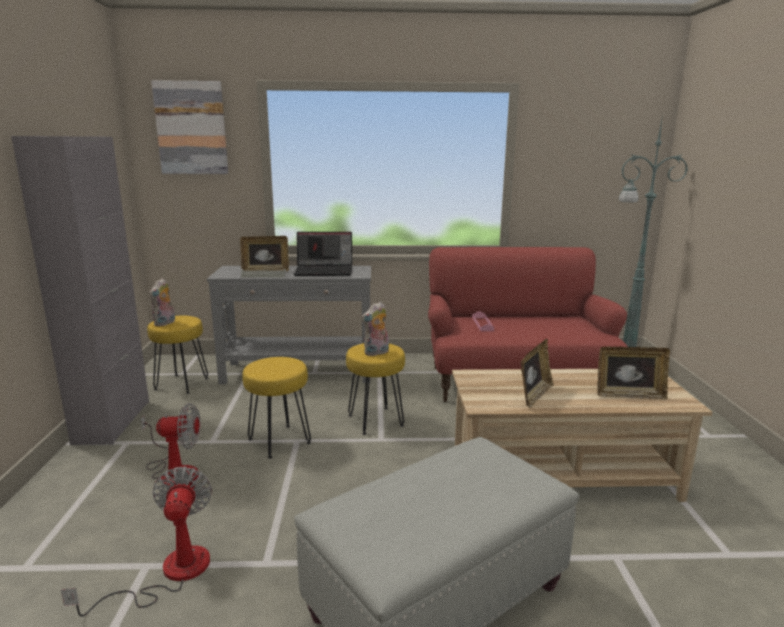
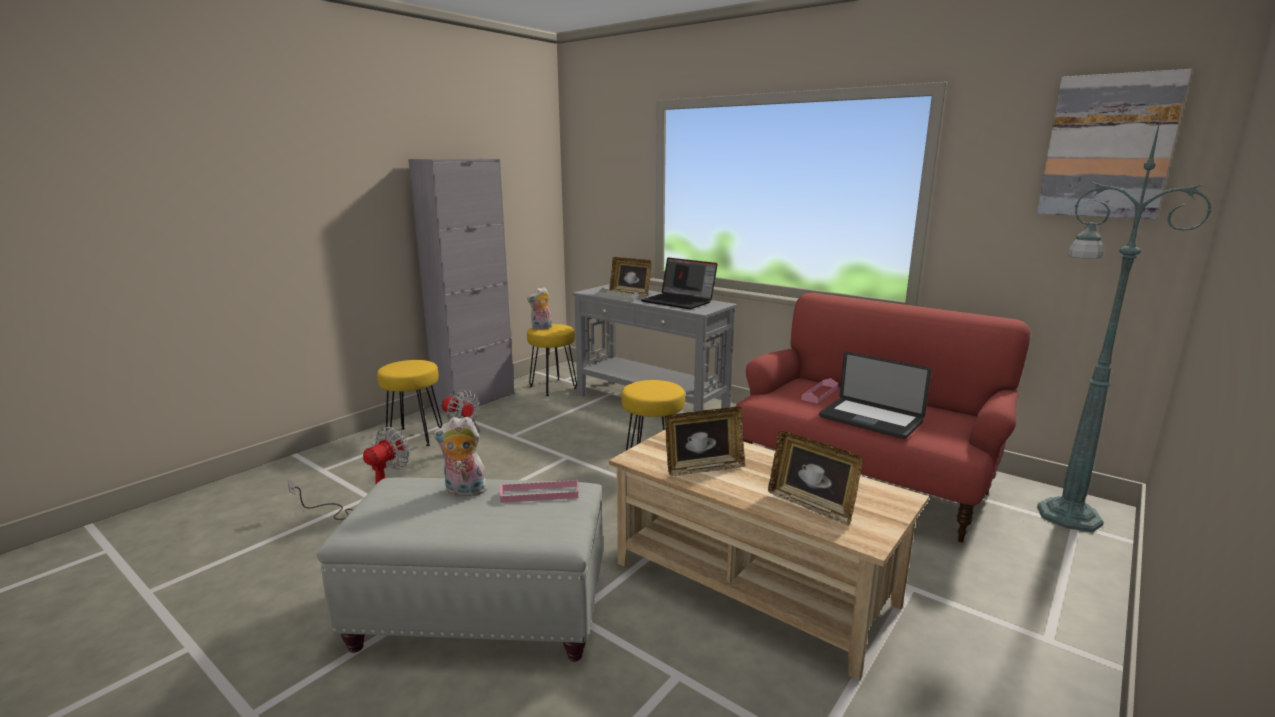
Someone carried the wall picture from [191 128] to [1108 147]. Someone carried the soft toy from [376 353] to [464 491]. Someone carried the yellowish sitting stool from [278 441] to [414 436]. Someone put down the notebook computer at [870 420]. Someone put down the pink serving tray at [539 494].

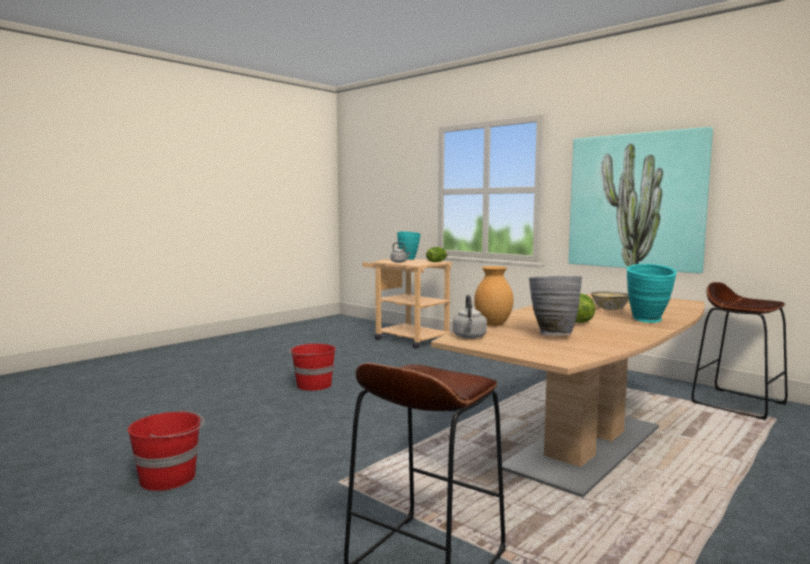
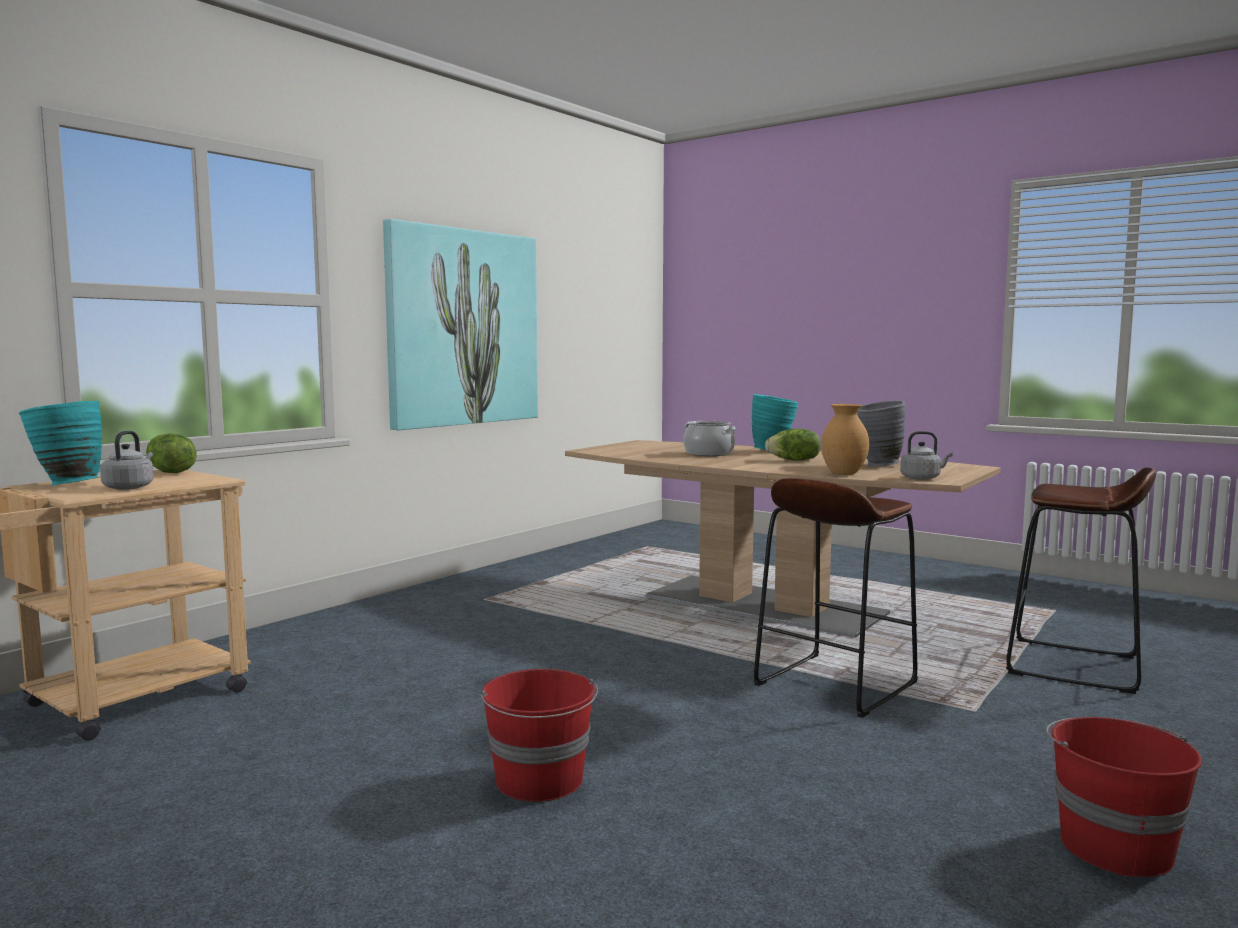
Someone carried the brown-coloured sitting stool from [738 403] to [834 684]. Someone swapped the serving bowl at [609 309] for the cooking pot at [708 453].

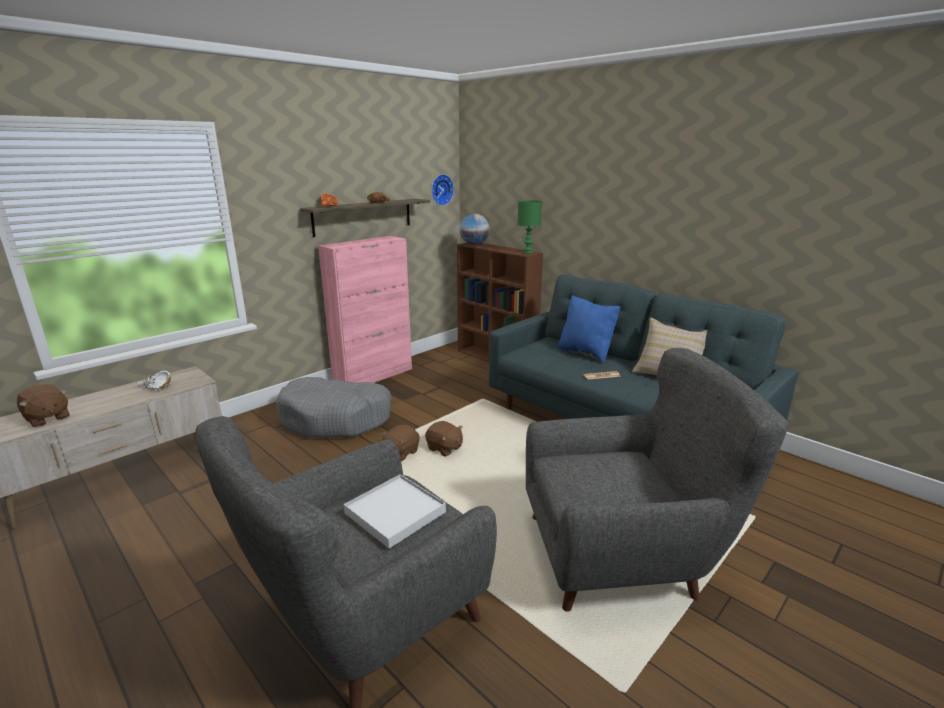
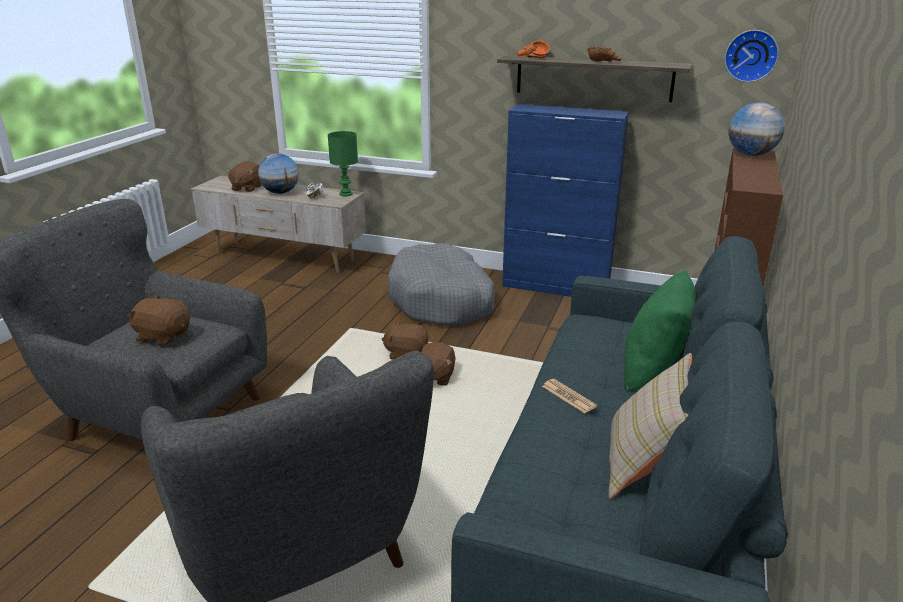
Someone carried the green-coloured tabletop lamp from [528 252] to [346 194]. Someone repainted the pink cupboard at [374 376], which became the blue-coloured cupboard at [556 287]. Someone repainted the blue-coloured cushion at [585 353], which became the green-coloured cushion at [653 371]. Someone swapped the whitish serving tray at [395 512] for the brown-coloured soft toy at [163 336]. Someone put down the world globe at [280 192].

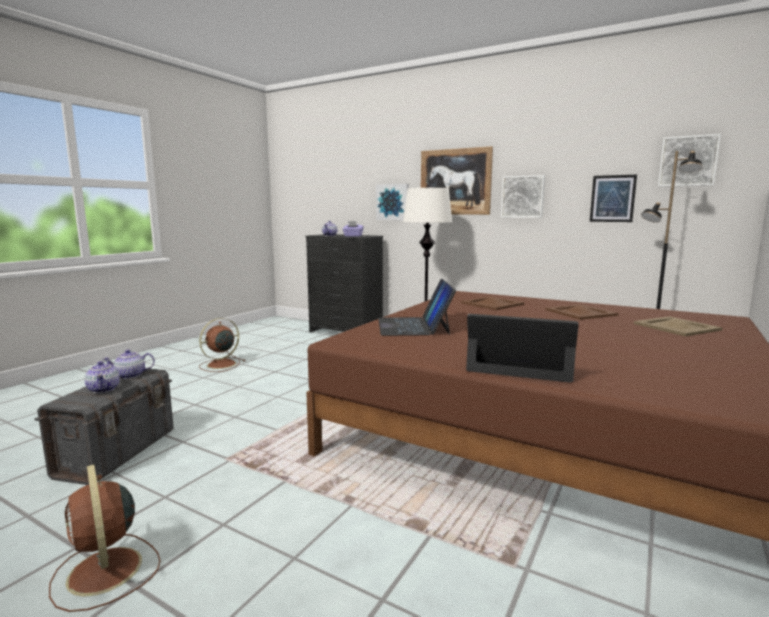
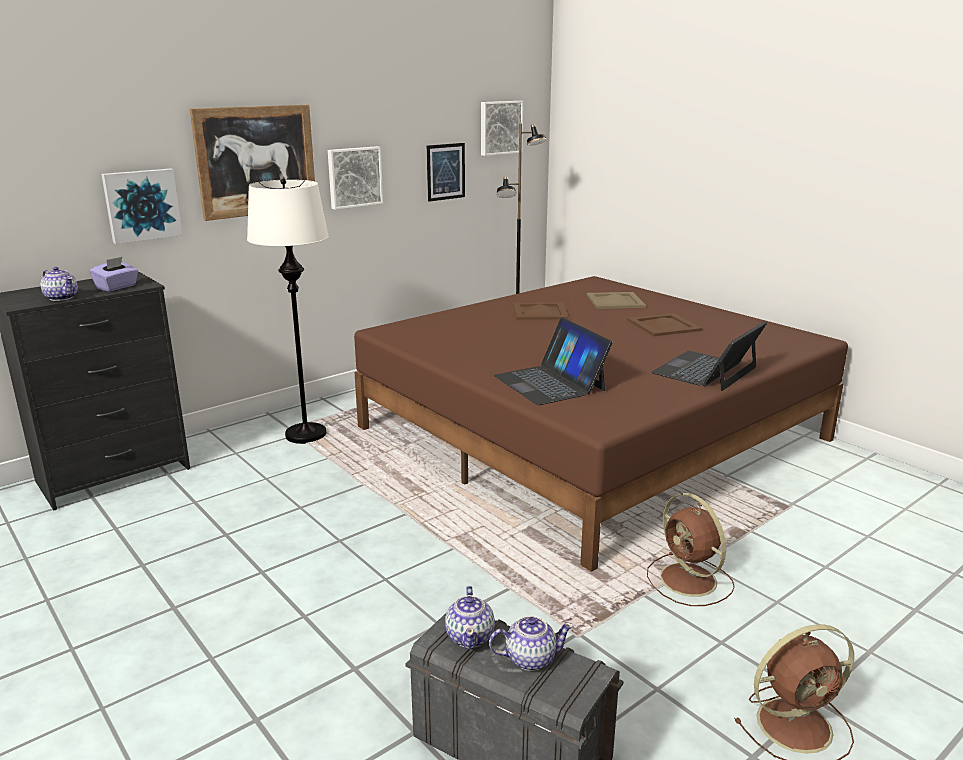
Someone rotated the notebook computer at [413 326] by 45 degrees clockwise. Someone carried the brown-coloured serving tray from [491 303] to [663 325]. Someone carried the brown-coloured fan from [220 365] to [690 581].

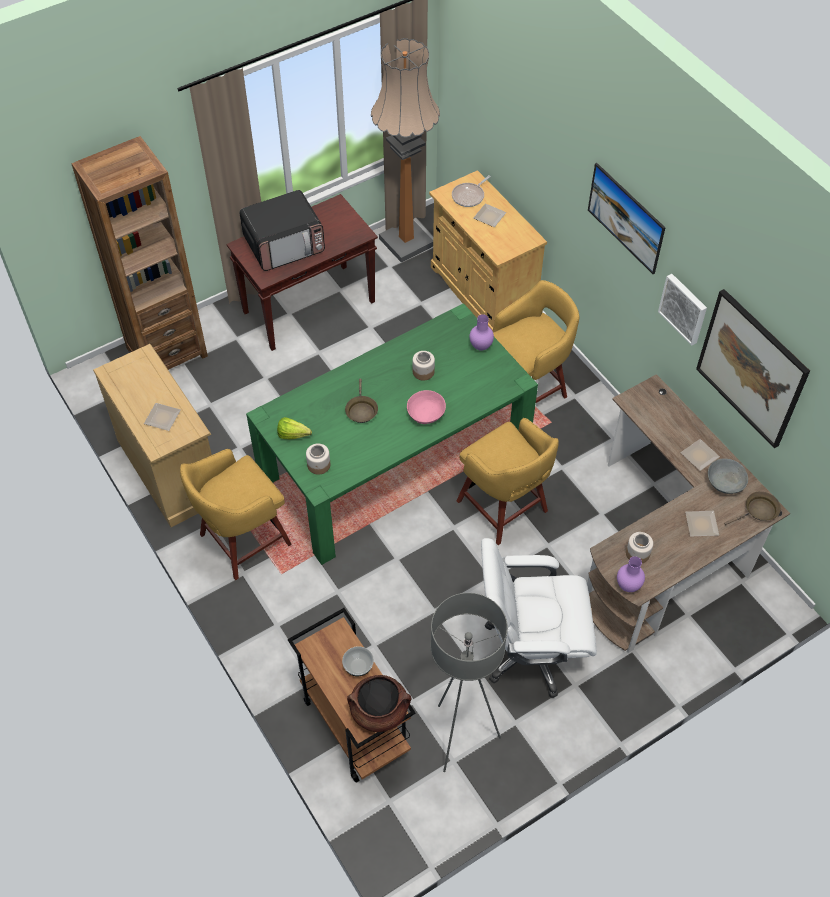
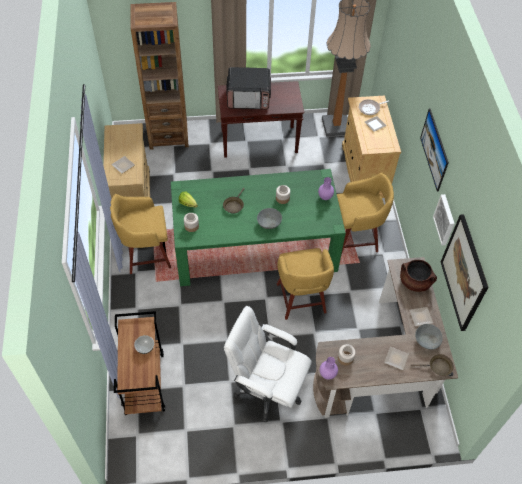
Someone repainted the pink serving bowl at [426 413], which became the grey serving bowl at [269 222]. Someone took away the grey standing lamp at [460 736]. Someone carried the brown-coloured cooking pot from [379 711] to [415 282].

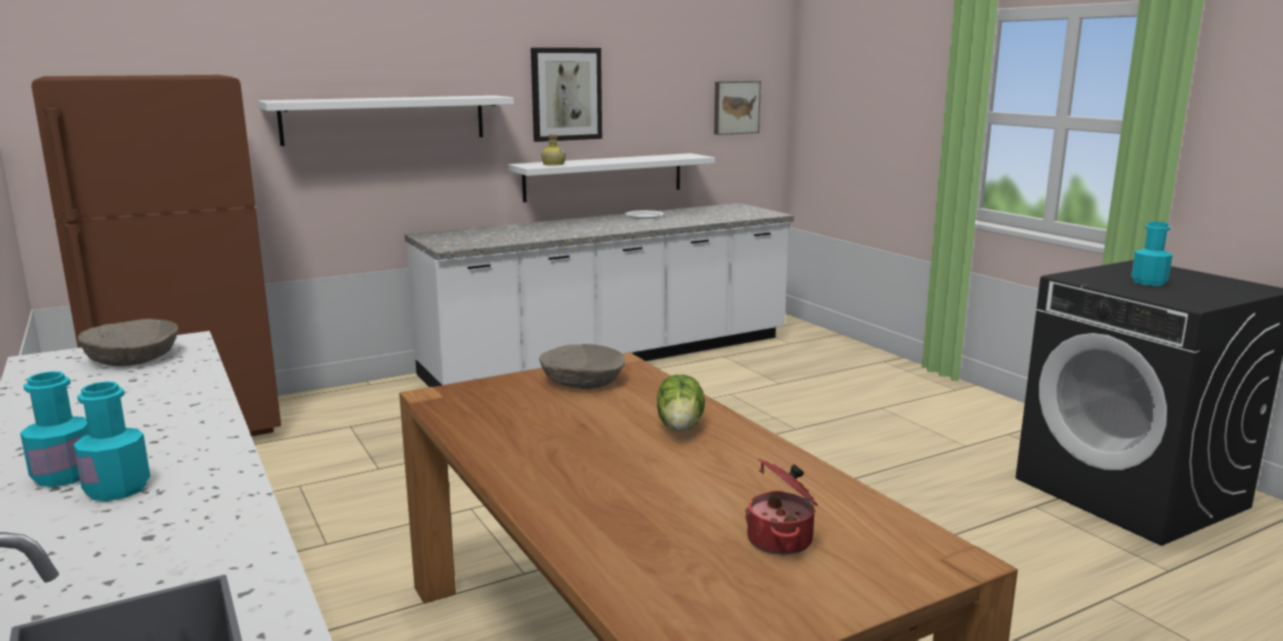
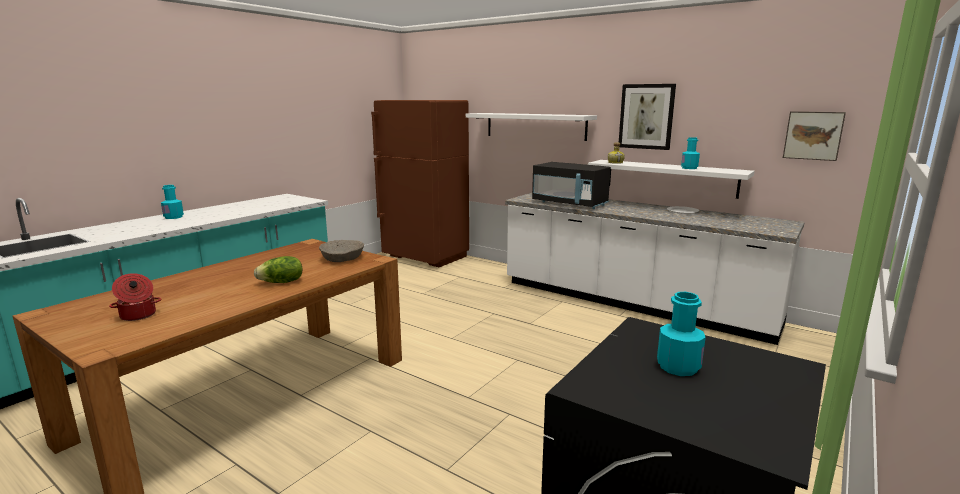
Someone took away the sand-coloured serving bowl at [132 357]. Someone carried the turquoise-coloured beverage bottle from [117 489] to [689 168]. Someone put down the blackish kitchen microwave at [569 204].

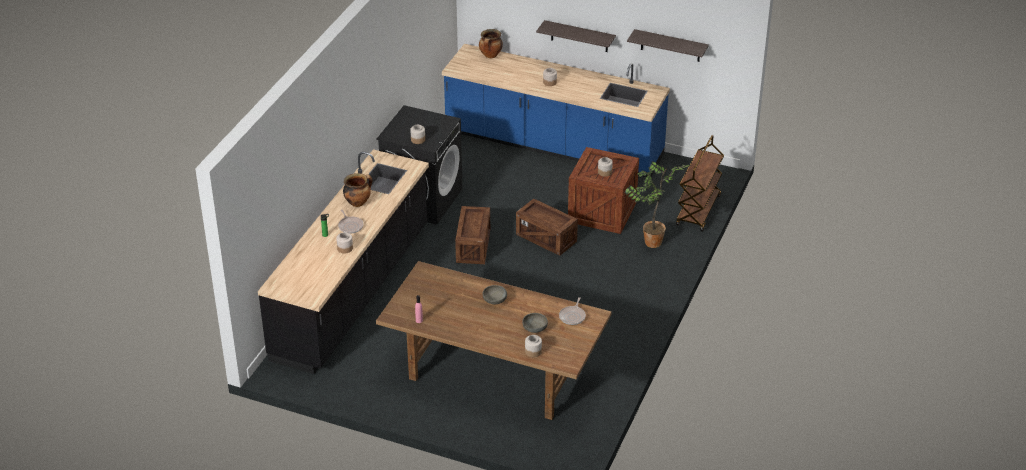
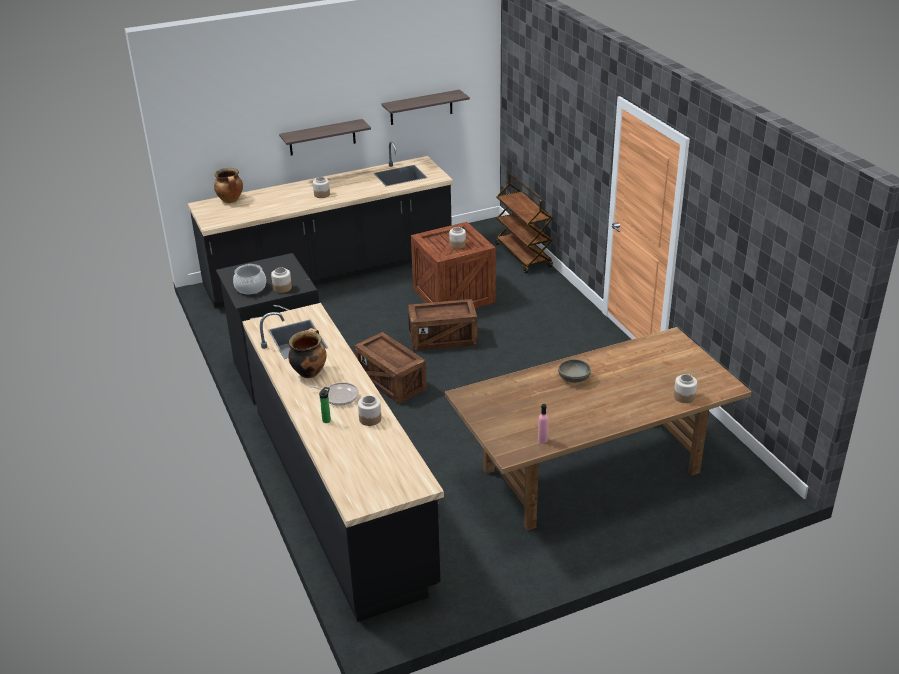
Someone repainted the blue-coloured counter at [553 145], which became the blackish counter at [330 271]. Someone took away the houseplant at [651 244]. Someone took away the frying pan at [572 316]. Someone took away the grey serving bowl at [534 328]. Someone put down the cooking pot at [251 288].

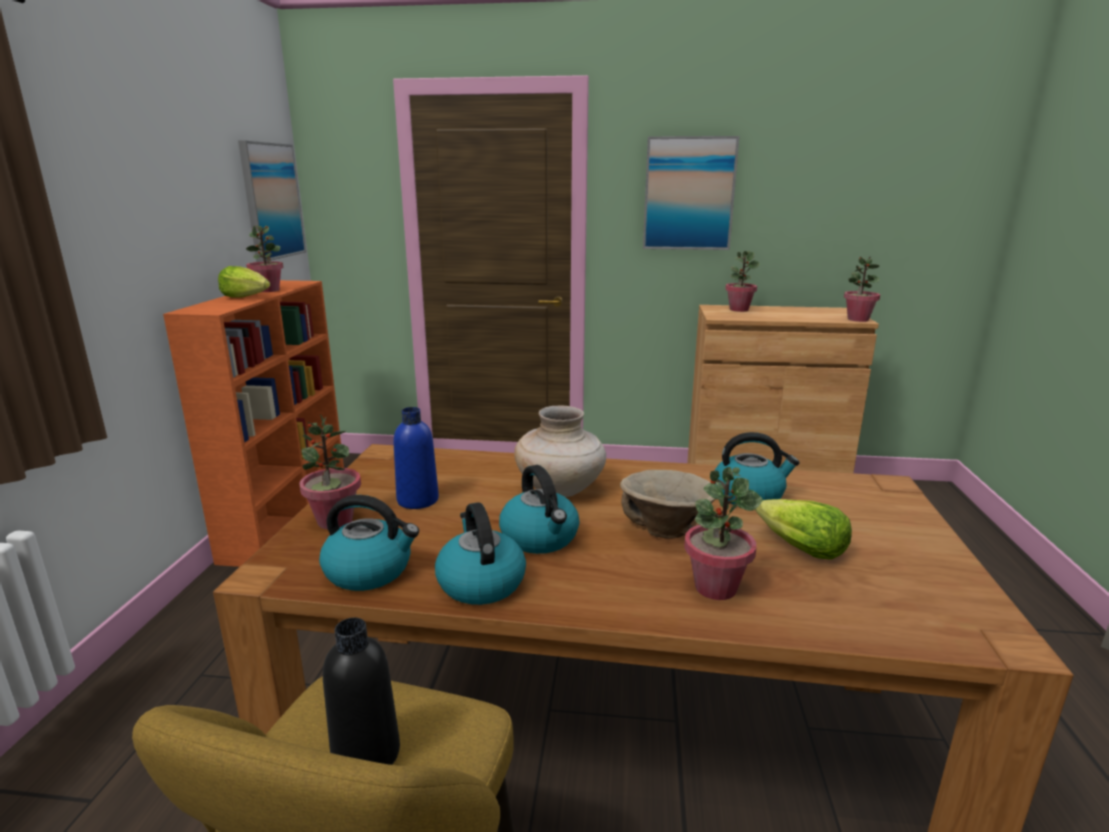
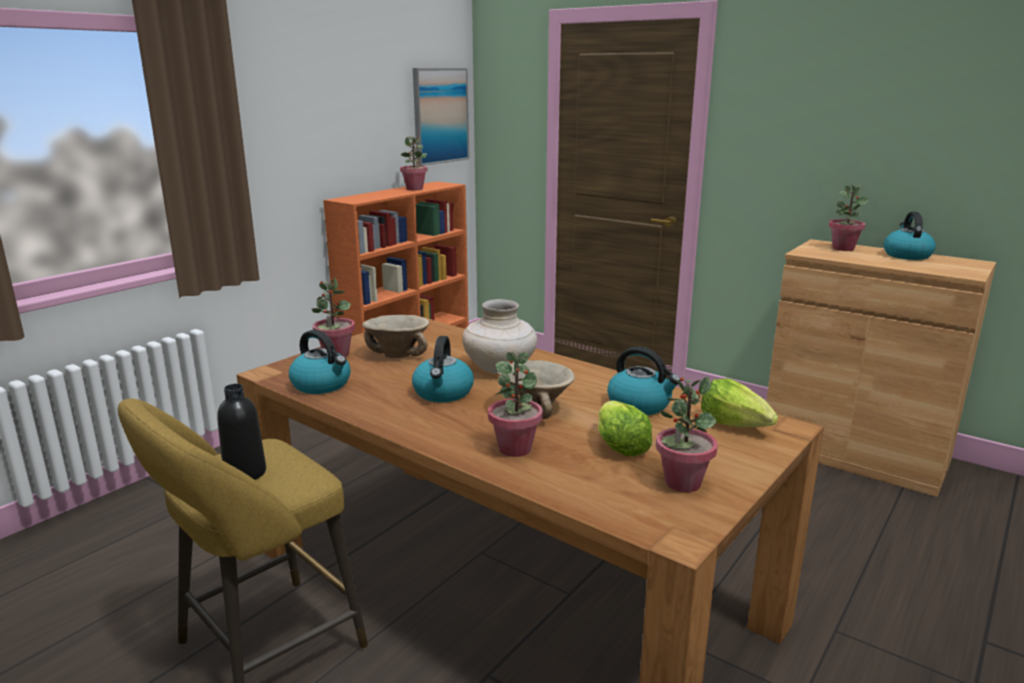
Someone took away the wall picture at [689 194]. Someone carried the houseplant from [857 319] to [682 483]. Someone carried the lettuce head from [246 297] to [735 424]. Someone swapped the blue-coloured beverage bottle at [418 500] for the sand-coloured serving bowl at [398 354]. Someone carried the kettle from [480 582] to [906 255].

